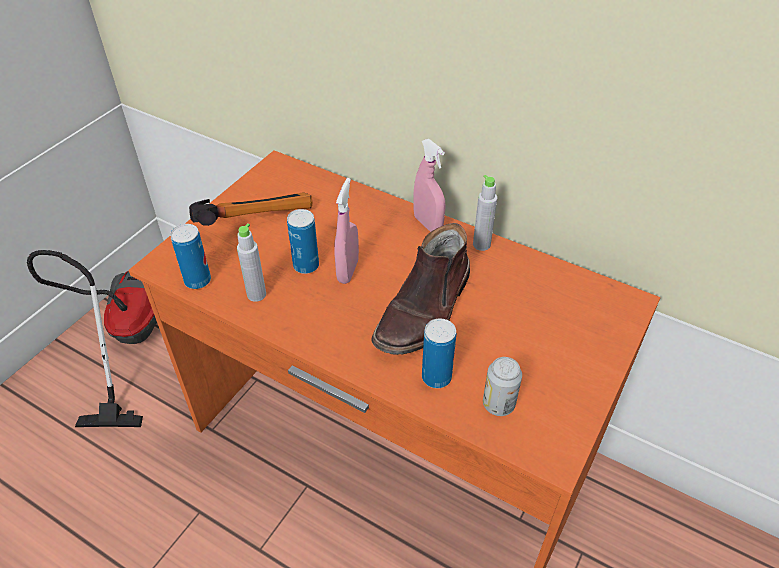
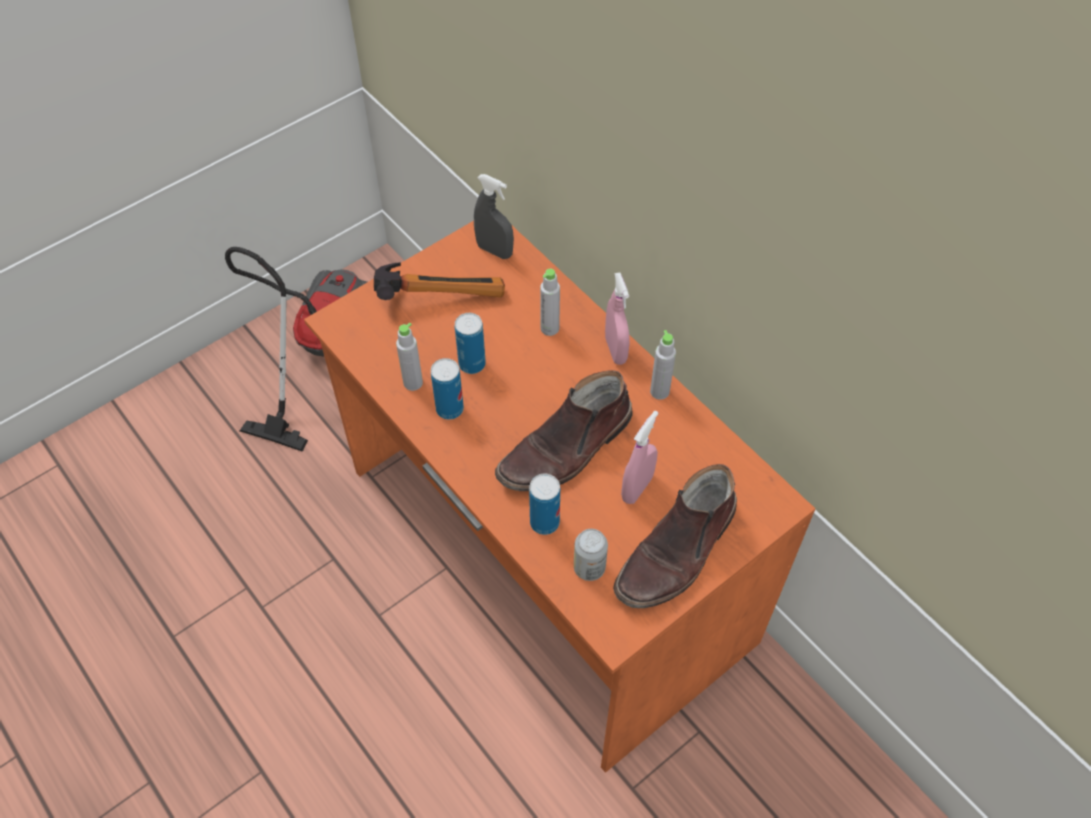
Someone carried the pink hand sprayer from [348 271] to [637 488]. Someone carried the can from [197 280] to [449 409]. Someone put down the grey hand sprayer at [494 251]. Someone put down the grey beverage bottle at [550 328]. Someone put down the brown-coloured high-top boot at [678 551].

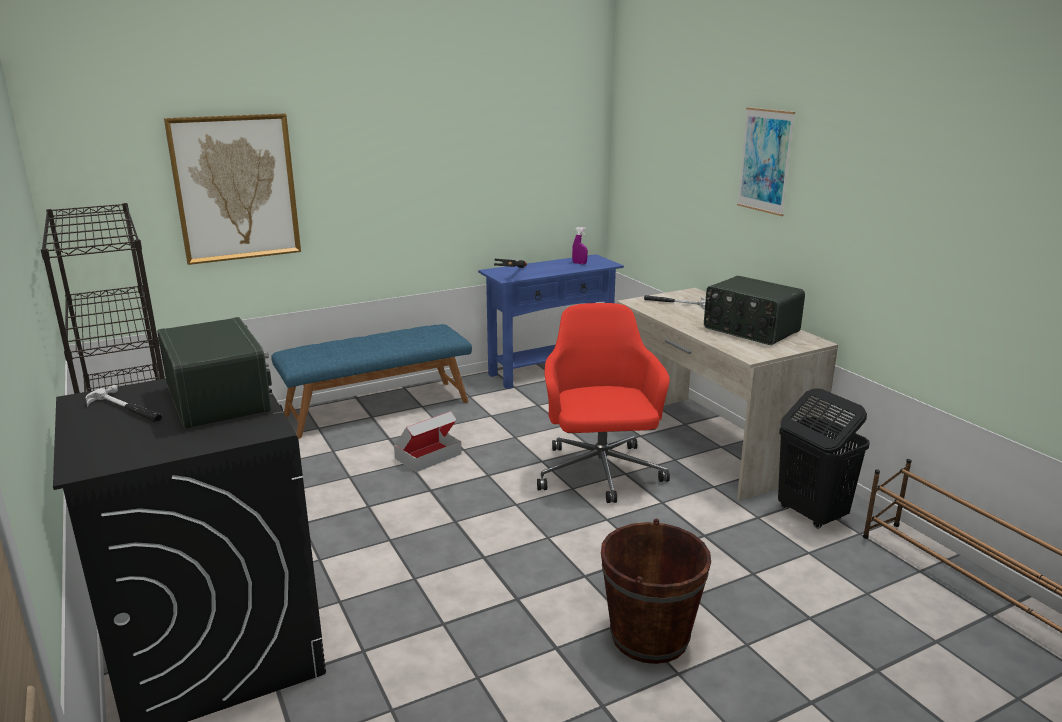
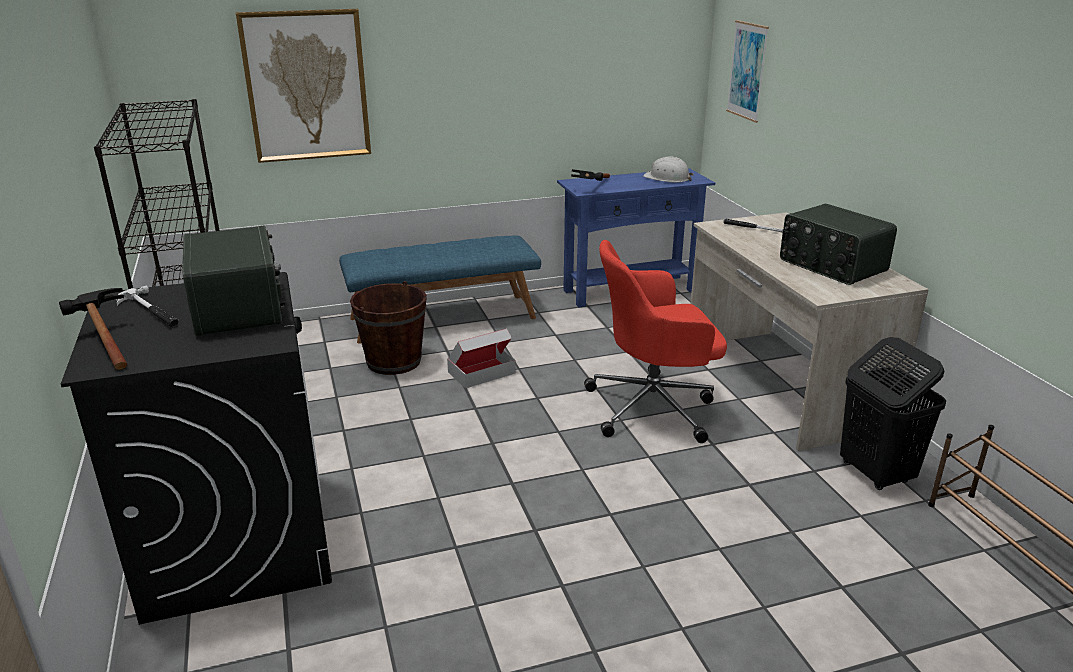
Someone carried the wall picture from [765 161] to [747 71]. Someone swapped the purple-coloured hand sprayer at [579 263] for the whitish hard hat at [667 178]. Someone rotated the reddish desk chair at [600 474] by 105 degrees counterclockwise. Someone carried the brown-coloured water bucket from [650 636] to [394 361]. Someone put down the hammer at [103 342].

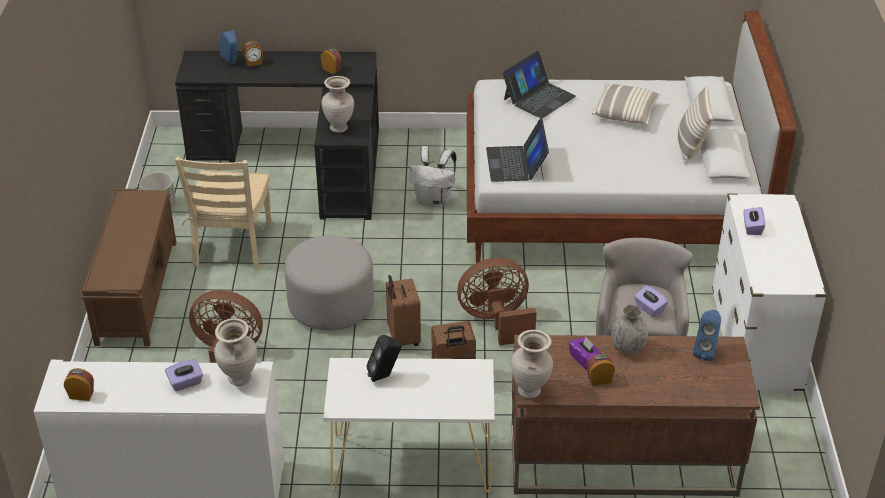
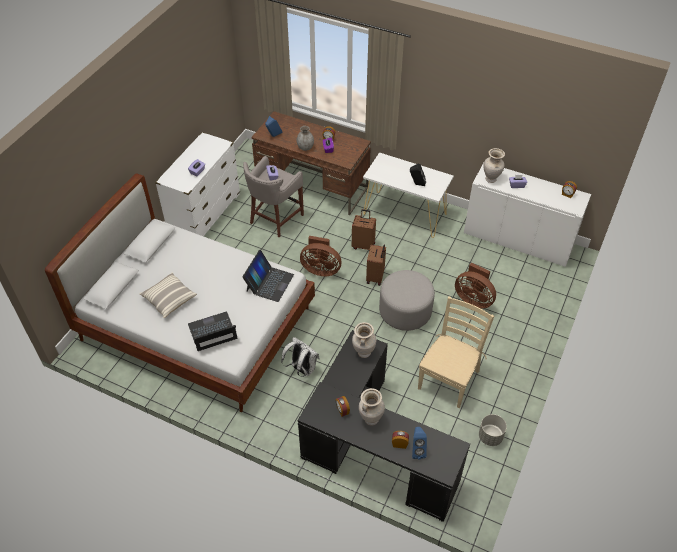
Someone took away the cushion at [690 147]. Someone took away the brown-coloured bench at [137 291]. Someone carried the sand-coloured flower vase from [530 391] to [370 419].

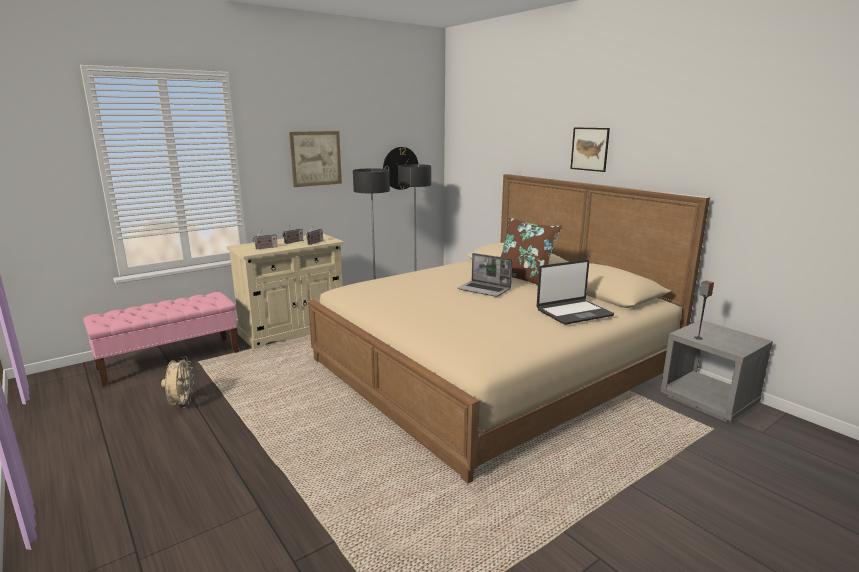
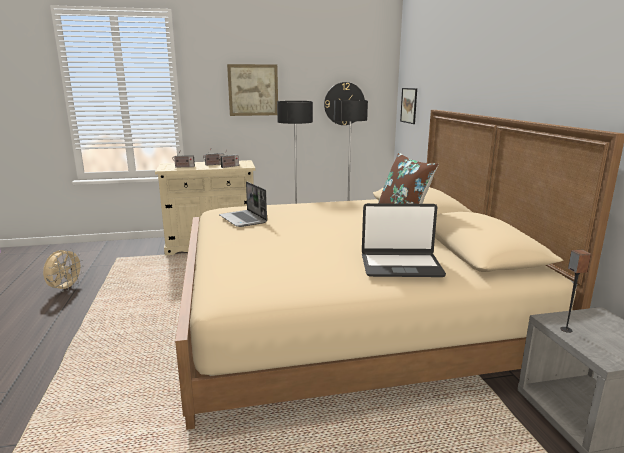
Someone carried the wall picture from [589 149] to [409 105]. Someone carried the notebook computer from [485 290] to [243 219]. Someone took away the pink bench at [170 360].

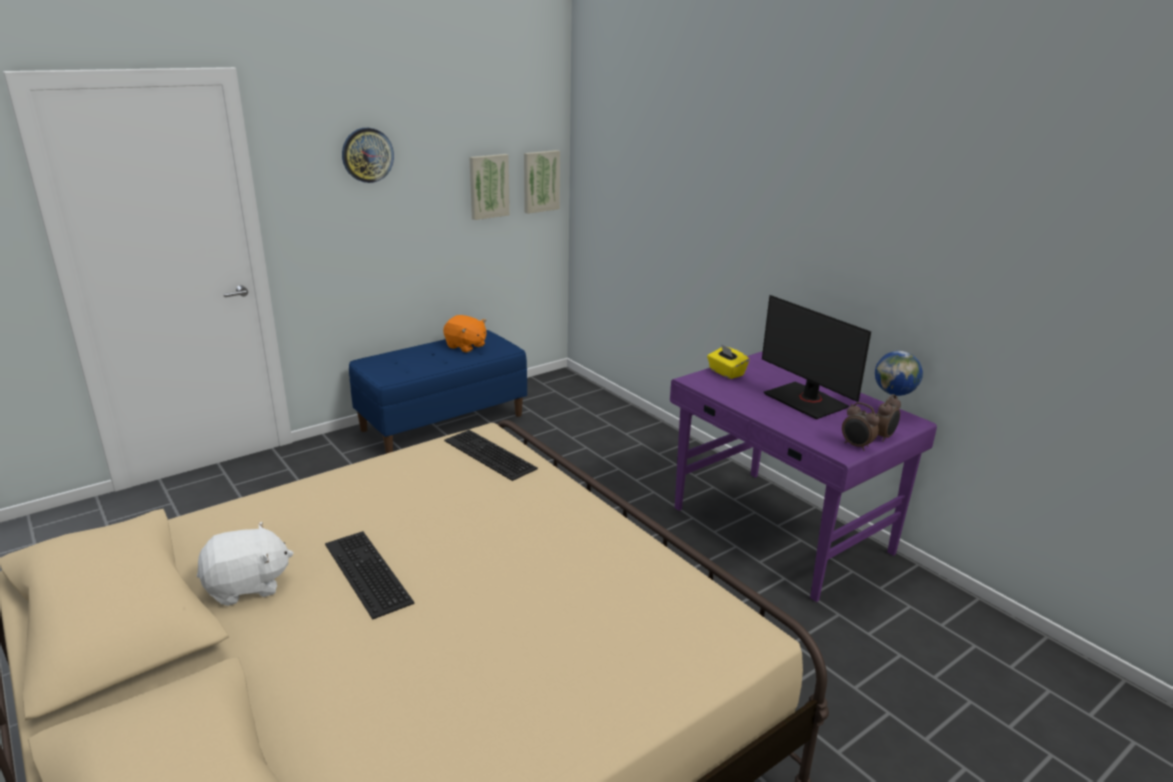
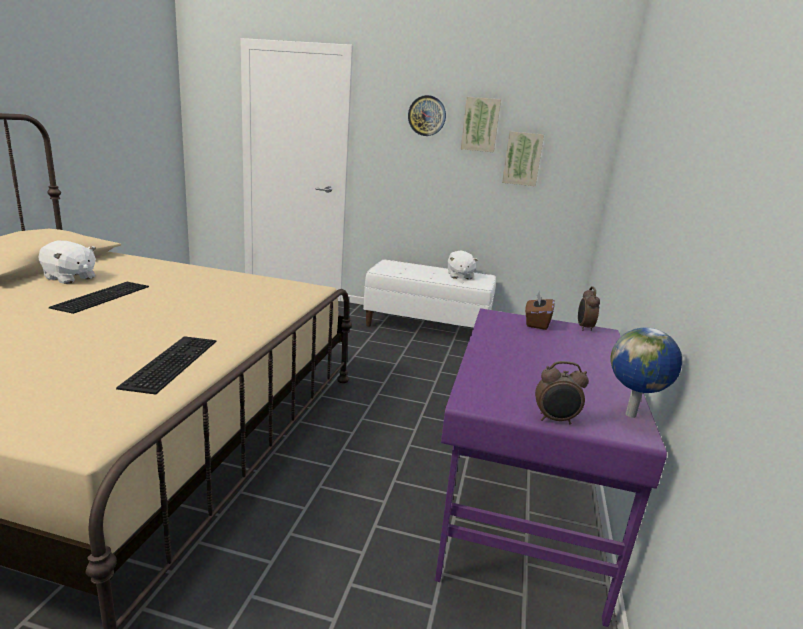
Someone carried the wall picture from [540 181] to [480 124]. Someone took away the computer display at [806 401]. Someone repainted the orangey soft toy at [466 346], which became the whitish soft toy at [459 276]. Someone repainted the blue-coloured bench at [443 422], which became the whitish bench at [427 327]. Someone repainted the yellowish tissue holder at [726 372], which became the brown-coloured tissue holder at [536 323]. Someone carried the table clock from [856 446] to [584 328]. Someone carried the keyboard from [487 454] to [170 362].

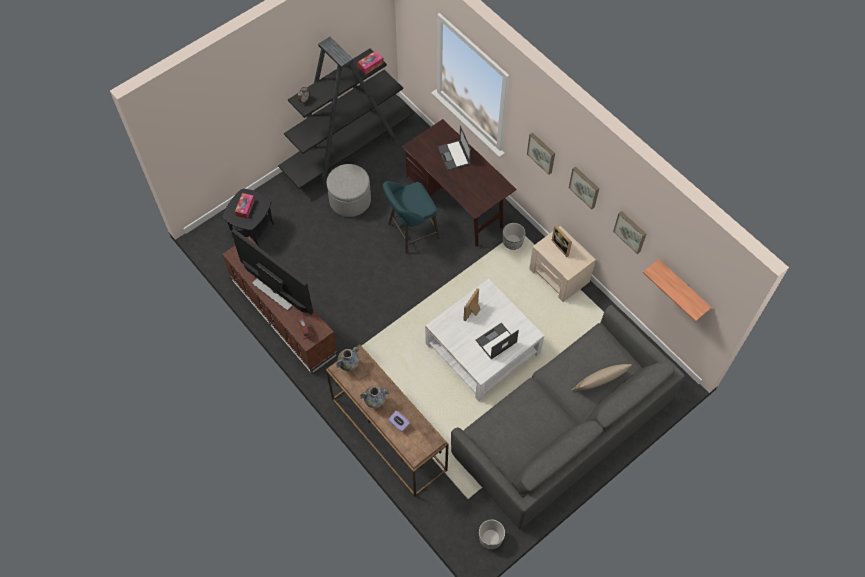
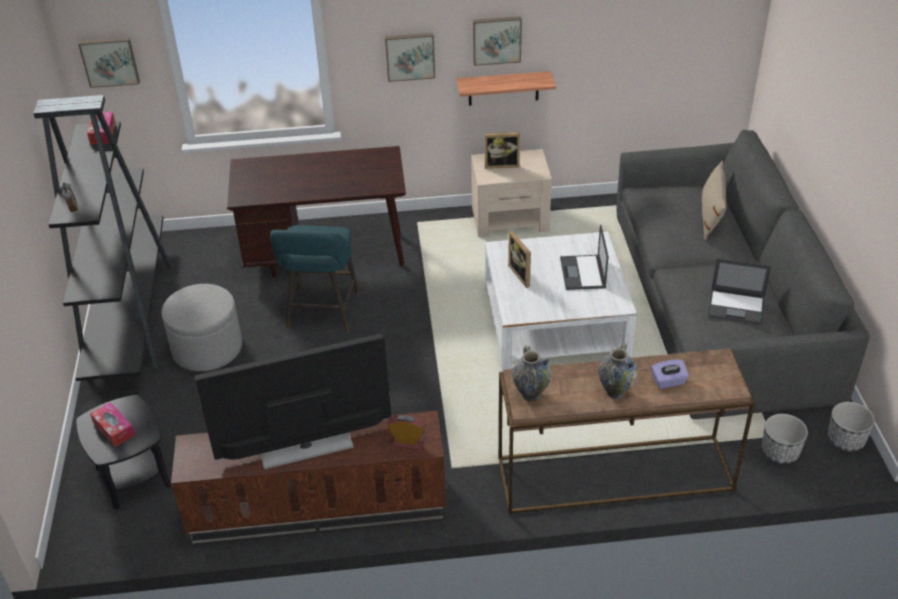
Someone carried the notebook computer from [454 156] to [737 307]. Someone carried the wall picture from [631 231] to [110 61]. Someone carried the planter from [512 242] to [780 452]. Someone carried the bracket shelf from [682 288] to [503 88].

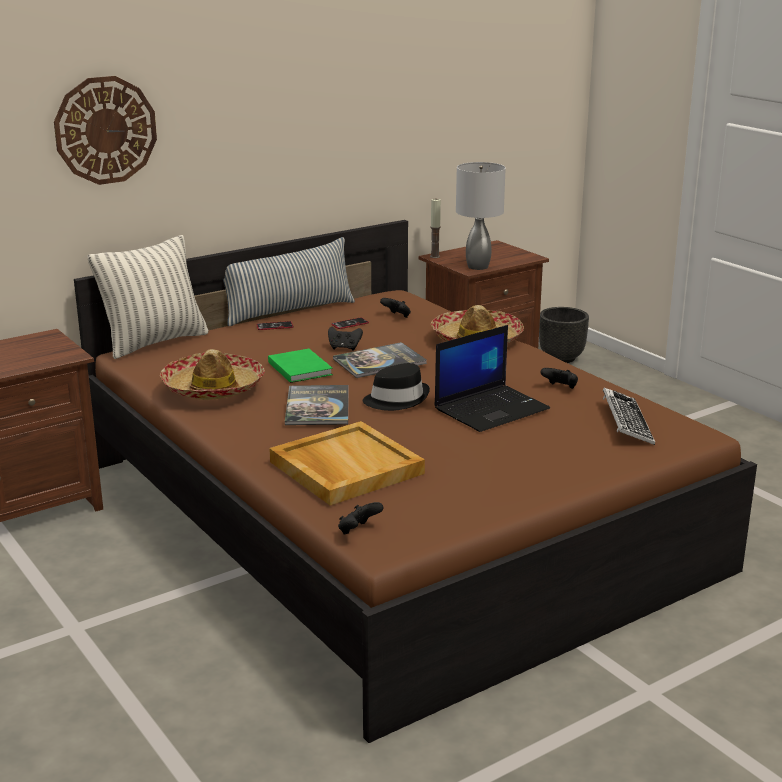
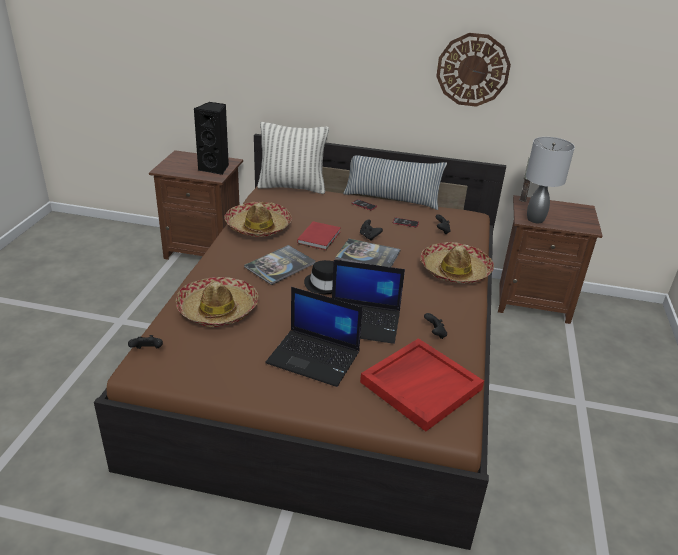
Someone carried the clock on the wall from [105 130] to [473 70]. Someone took away the blackish planter at [562 358]. Someone repainted the green-coloured book at [300 368], which became the reddish book at [320 237]. Someone swapped the keyboard at [626 422] for the reddish serving tray at [421 385]. Someone swapped the sand-coloured serving tray at [344 467] for the hat at [218 310]. Someone put down the blackish audio speaker at [215 168]. Someone put down the notebook computer at [315 357].

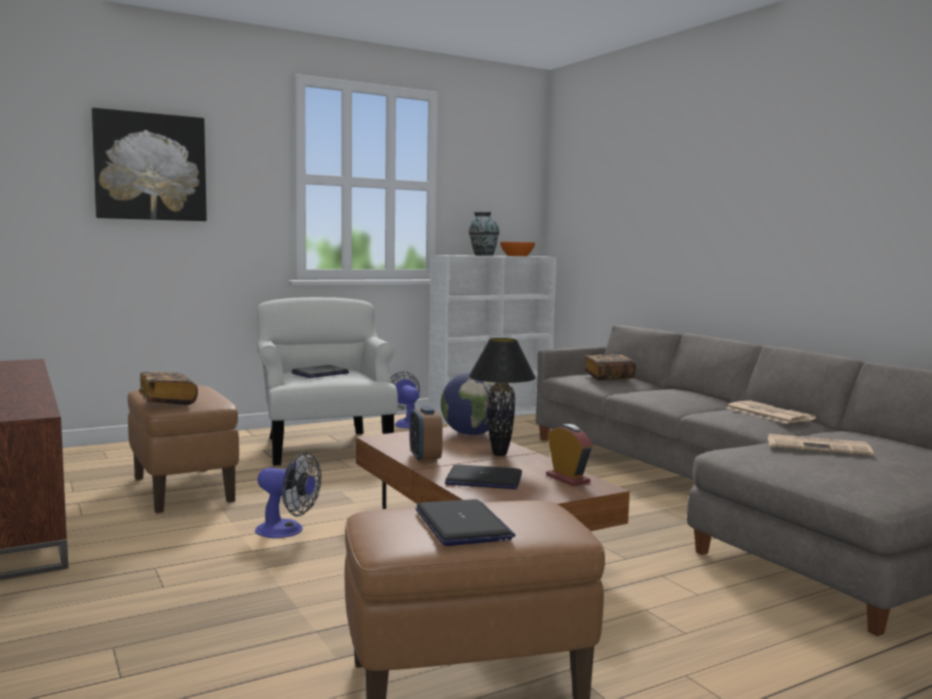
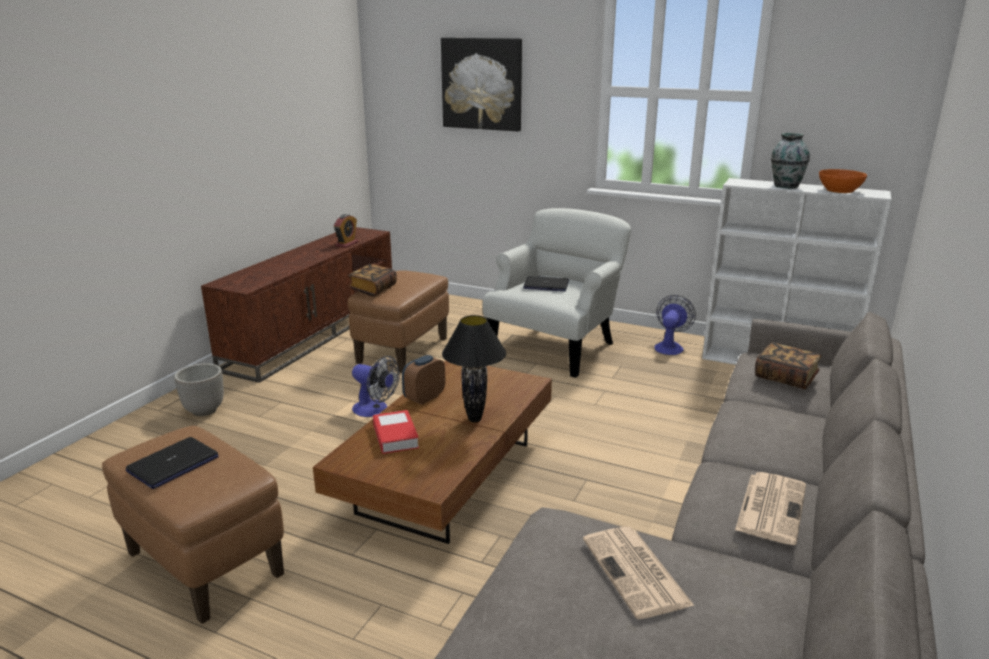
Someone took away the world globe at [471 434]. Someone carried the table clock from [567 479] to [347 244]. Someone rotated the fan at [287 531] by 45 degrees counterclockwise. Someone swapped the notebook computer at [483 480] for the book at [395 436]. Someone put down the planter at [204 411].

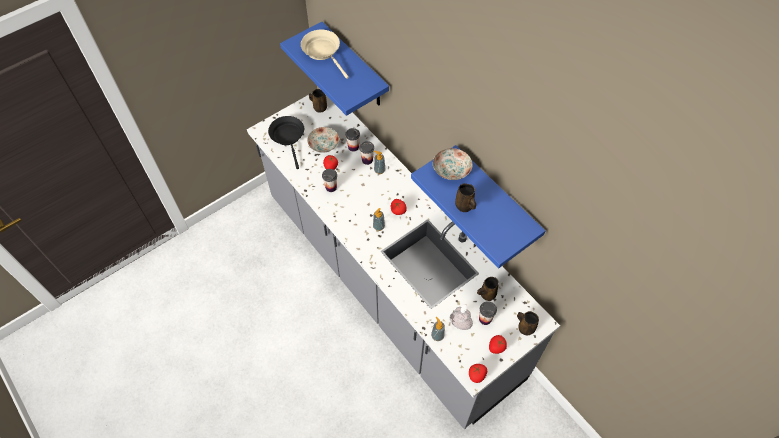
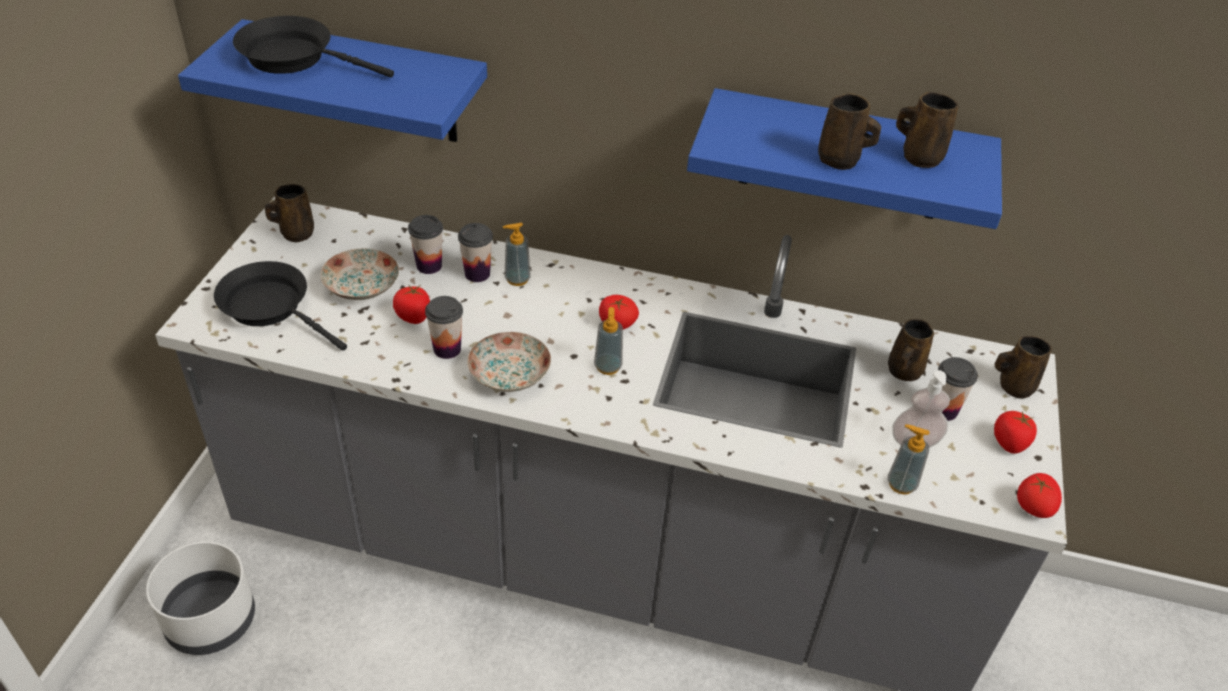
Someone repainted the sand-coloured frying pan at [323 51], which became the blackish frying pan at [294 58]. Someone carried the plate from [452 169] to [509 373]. Someone put down the brown-coloured coffee mug at [919 157]. Someone put down the whitish planter at [211 619].

